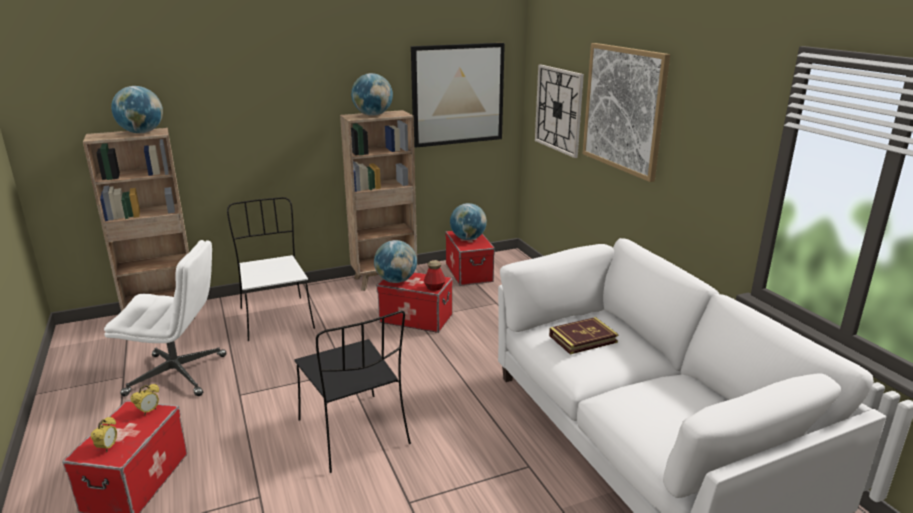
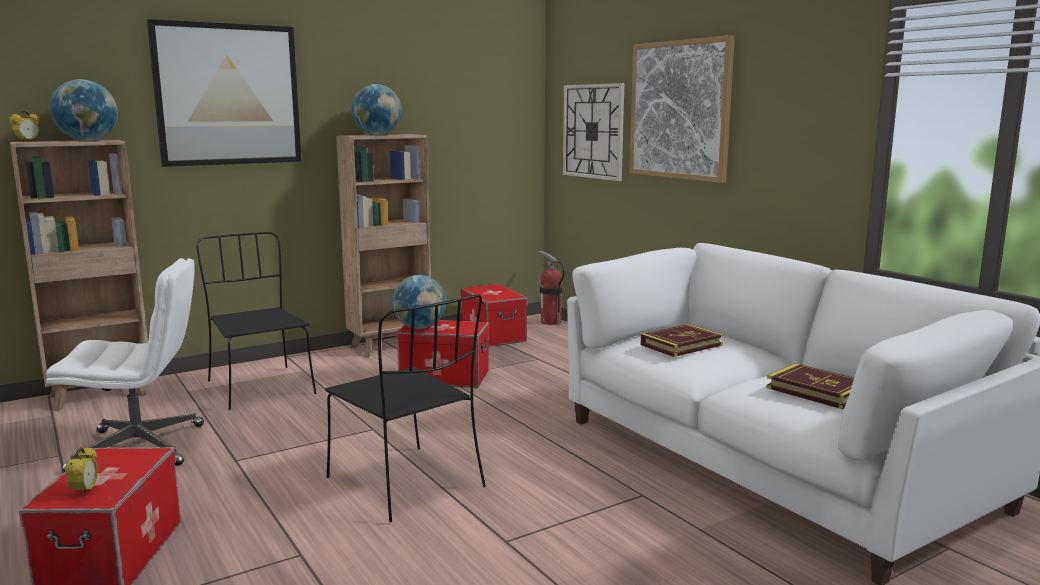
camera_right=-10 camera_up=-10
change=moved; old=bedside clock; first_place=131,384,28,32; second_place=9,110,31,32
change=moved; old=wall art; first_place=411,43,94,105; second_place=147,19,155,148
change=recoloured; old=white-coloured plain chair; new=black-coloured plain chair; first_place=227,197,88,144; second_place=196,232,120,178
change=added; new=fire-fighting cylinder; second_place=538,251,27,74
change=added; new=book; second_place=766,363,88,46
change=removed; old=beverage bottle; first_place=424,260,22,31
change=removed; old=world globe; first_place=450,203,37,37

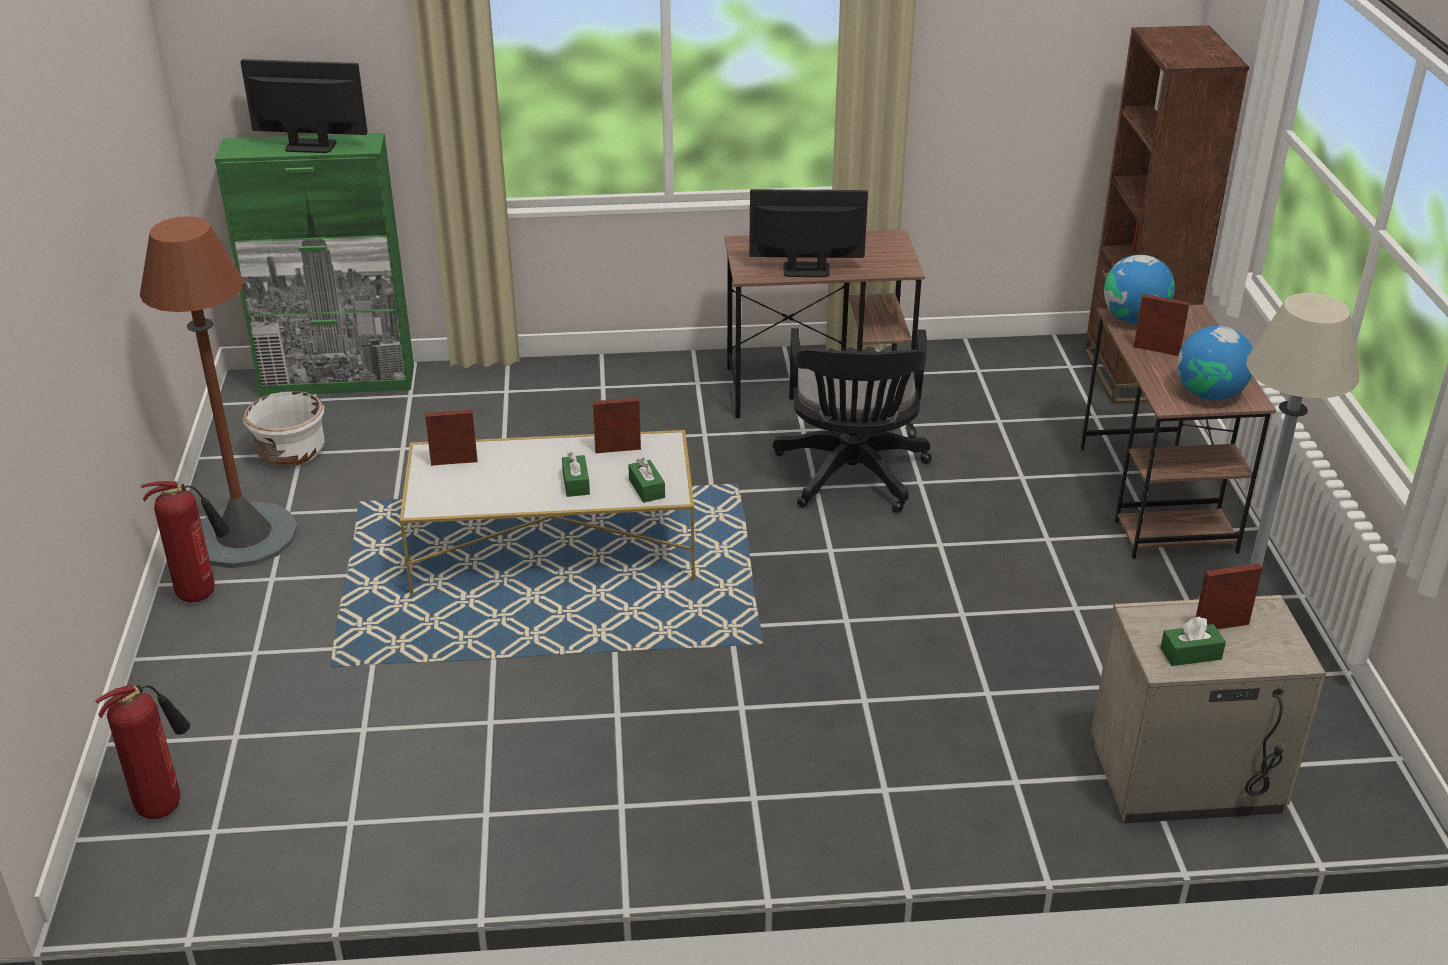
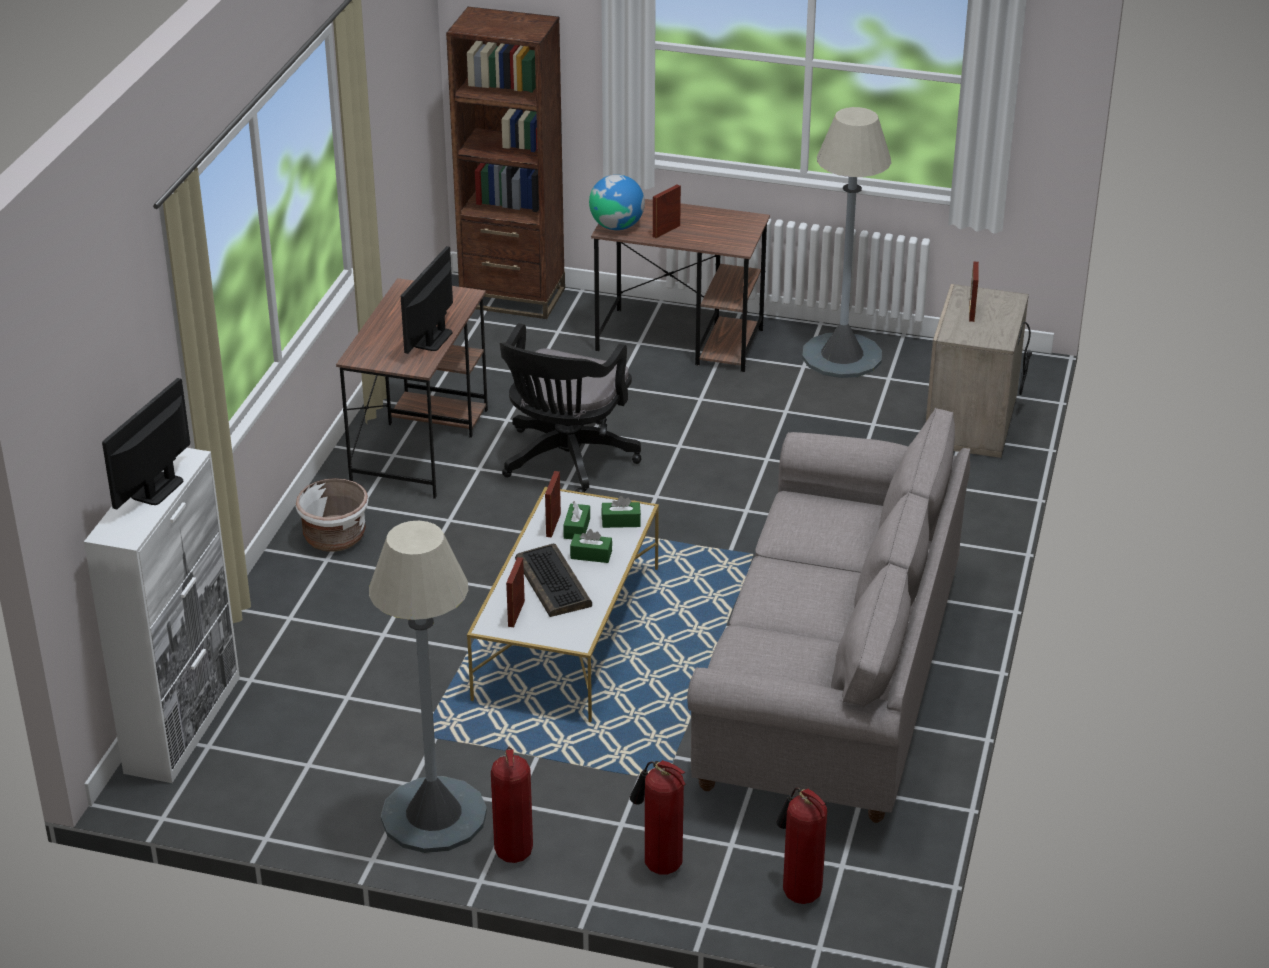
camera_right=-70 camera_up=0
change=recoloured; old=green cabinet; new=white-coloured cabinet; first_place=215,133,199,264; second_place=84,448,156,335
change=moved; old=white-coloured planter; first_place=243,391,81,76; second_place=295,478,74,74
change=recoloured; old=brown floor lamp; new=gray floor lamp; first_place=140,216,157,352; second_place=369,521,118,332
change=turned; old=black-coloured desk chair; first_place=773,328,159,185; second_place=500,323,142,170; degrees=90
change=added; new=keyboard; second_place=515,544,77,73
change=moved; old=green tissue holder; first_place=1160,617,66,49; second_place=563,501,27,38
change=added; new=fire-fighting cylinder; second_place=630,760,55,114
change=added; new=gray couch; second_place=687,408,283,415
change=removed; old=world globe; first_place=1177,326,76,74

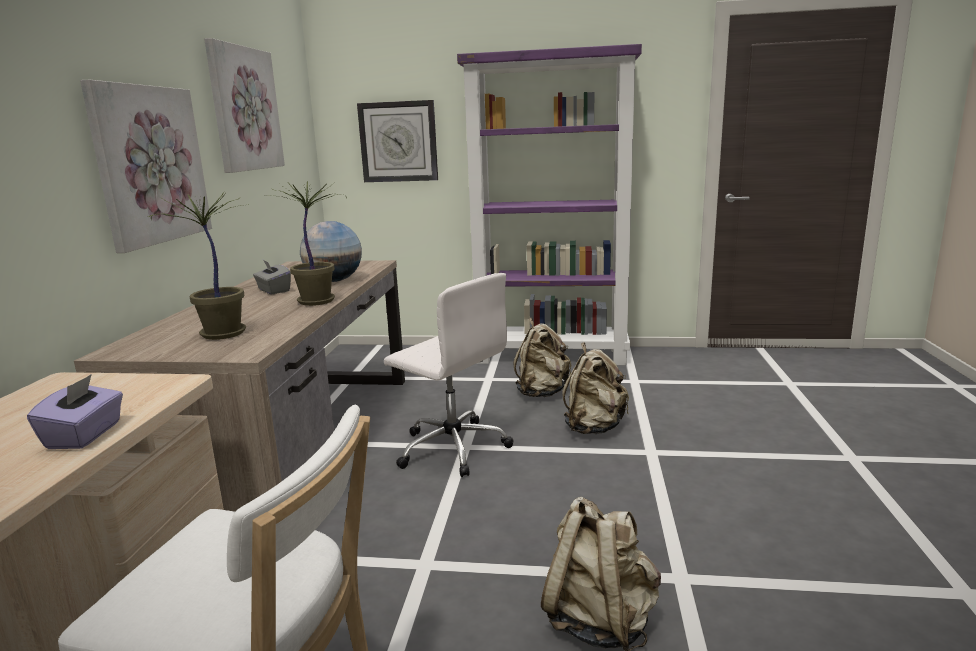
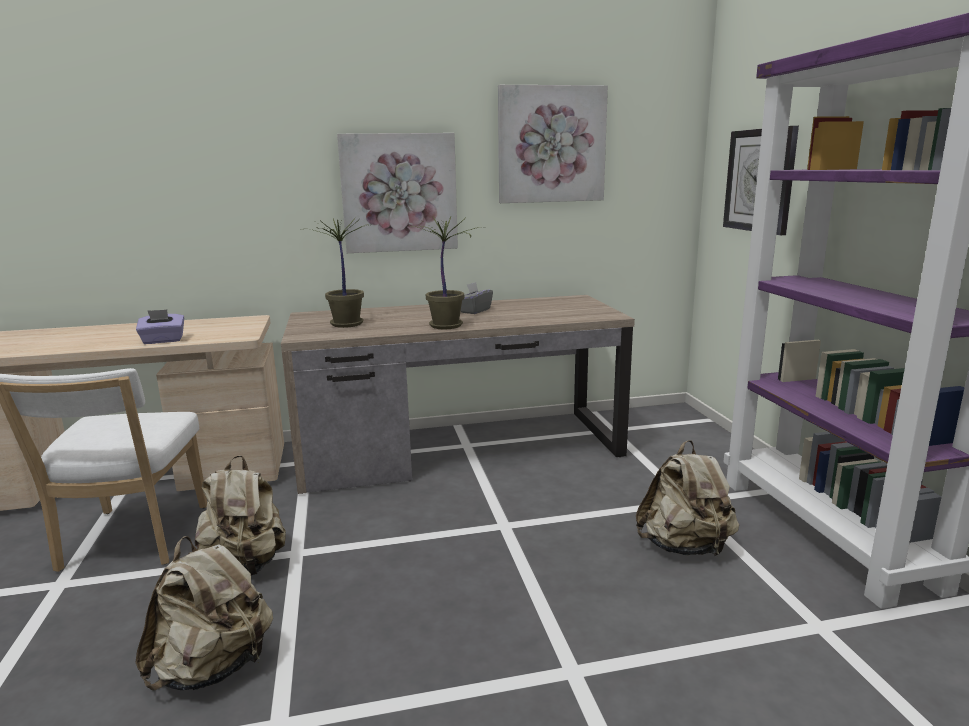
camera_right=70 camera_up=0
change=moved; old=beige-coloured knapsack; first_place=562,342,67,92; second_place=194,455,92,121
change=removed; old=world globe; first_place=300,221,62,61
change=removed; old=white-coloured desk chair; first_place=384,273,129,204

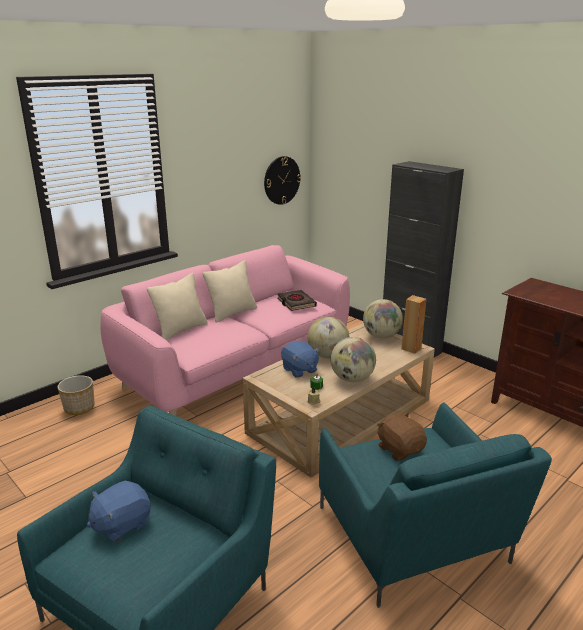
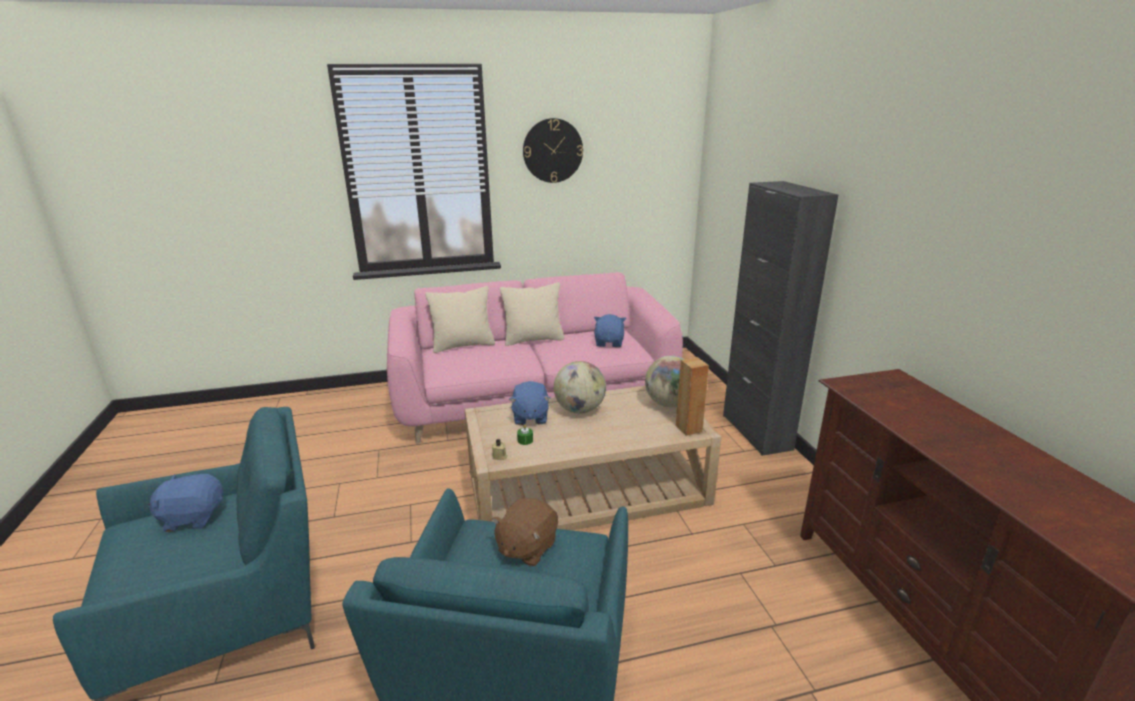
camera_right=30 camera_up=0
change=turned; old=brown plush toy; first_place=377,413,50,48; second_place=492,498,66,68; degrees=-150
change=moved; old=clock on the wall; first_place=264,156,37,49; second_place=523,118,60,65
change=replaced; old=black-coloured book; new=bluish plush toy; first_place=277,290,40,21; second_place=594,314,32,33
change=removed; old=planter; first_place=58,375,37,40
change=removed; old=world globe; first_place=331,337,45,45

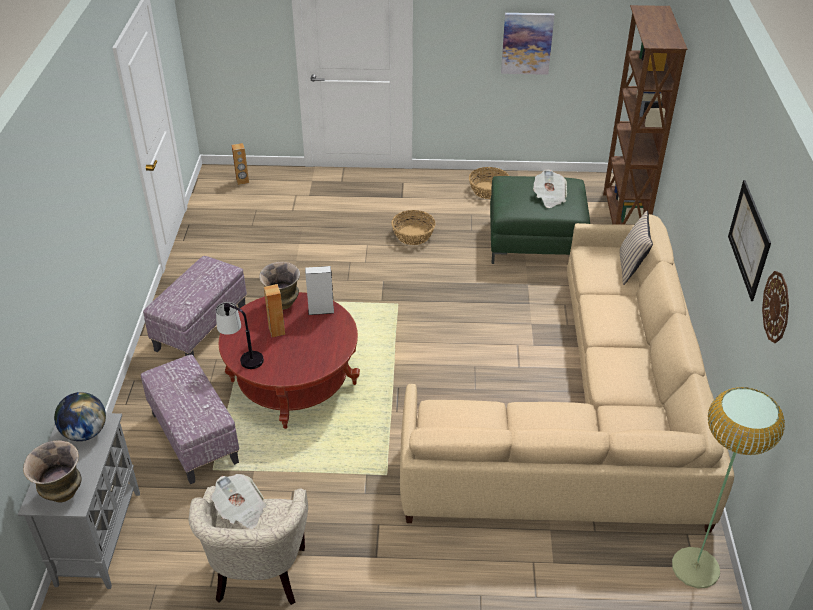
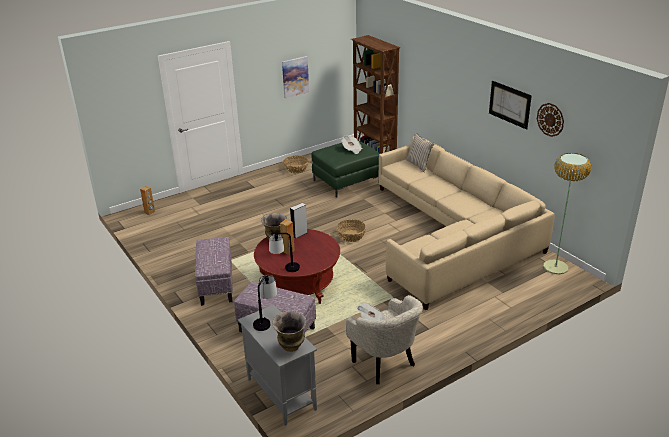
camera_right=-35 camera_up=-10
change=replaced; old=world globe; new=table lamp; first_place=54,392,52,49; second_place=253,275,24,56
change=moved; old=household basket; first_place=391,210,45,35; second_place=336,219,30,23

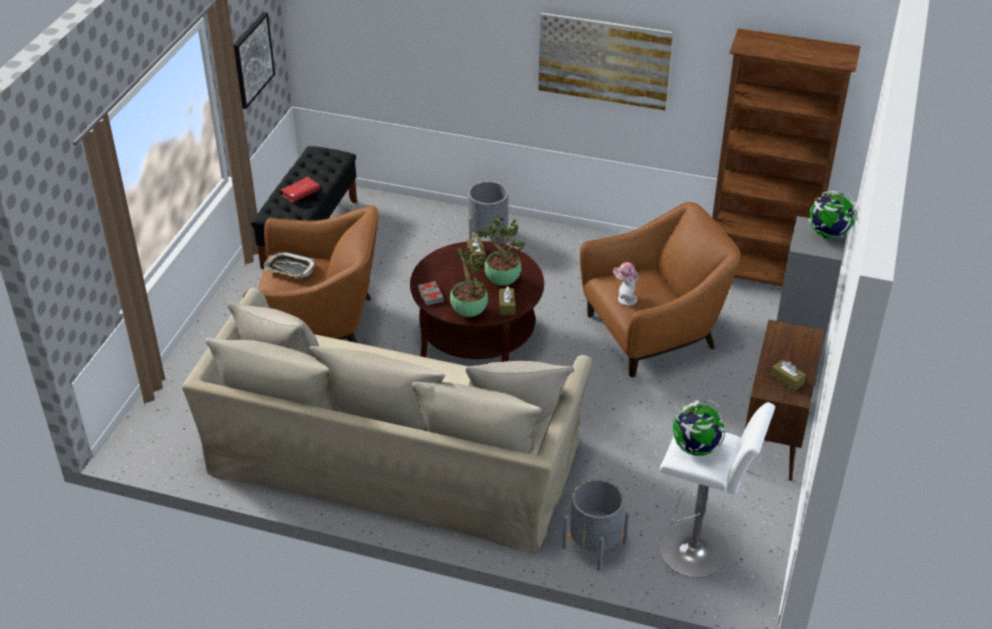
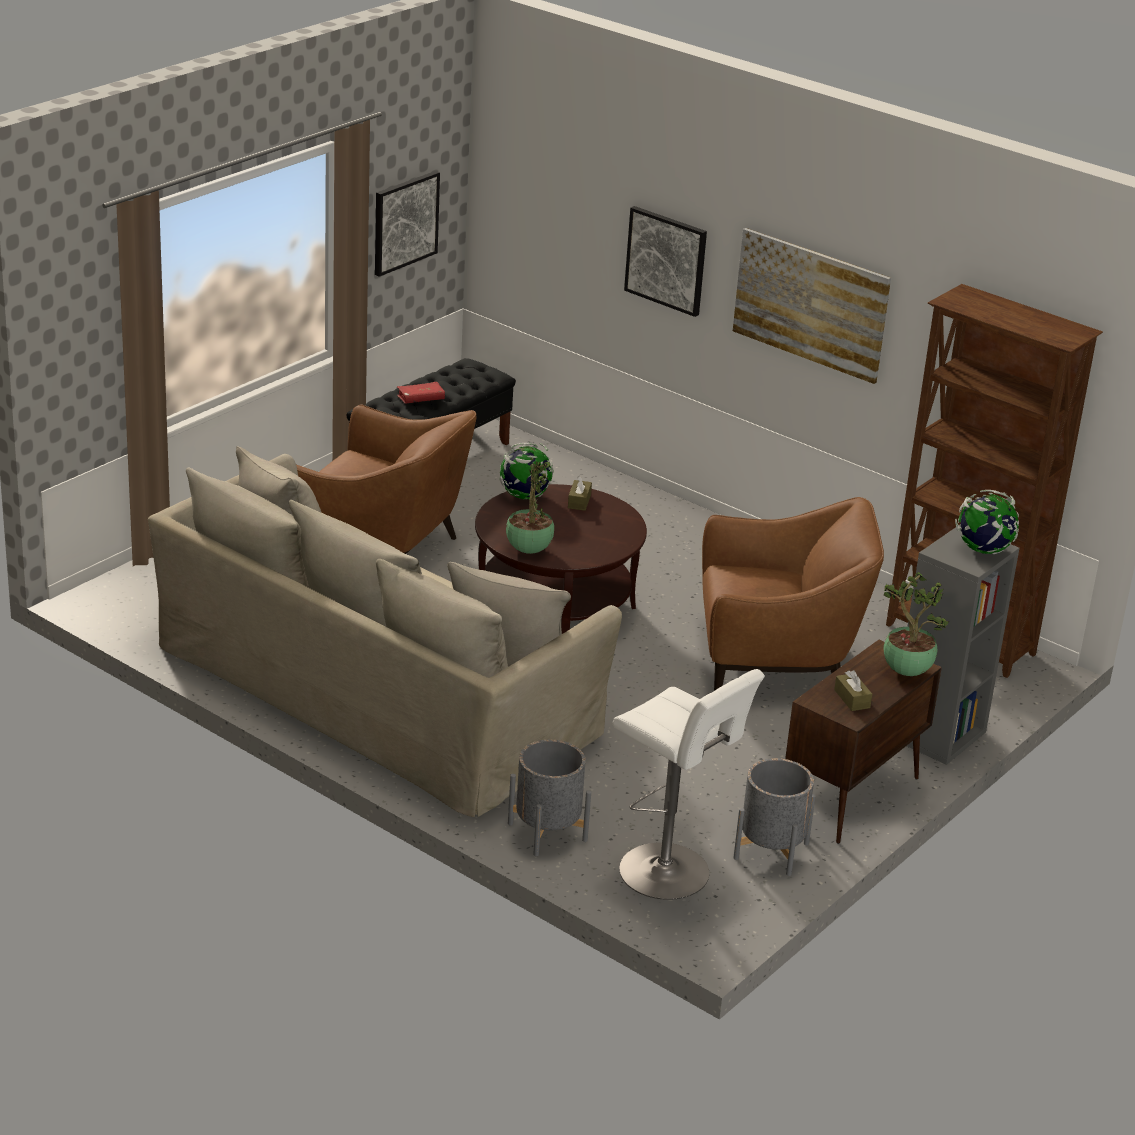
camera_right=20 camera_up=-10
change=moved; old=world globe; first_place=673,400,53,56; second_place=499,442,55,57
change=added; new=wall art; second_place=624,206,83,111
change=moved; old=gray planter; first_place=468,181,40,63; second_place=733,758,82,118
change=moved; old=potted plant; first_place=477,215,49,71; second_place=884,572,65,104
change=removed; old=tray; first_place=264,252,51,26
change=removed; old=gray book; first_place=418,281,26,24
change=removed; old=brown tissue holder; first_place=499,286,16,29
change=removed; old=clothing hat; first_place=613,262,26,44

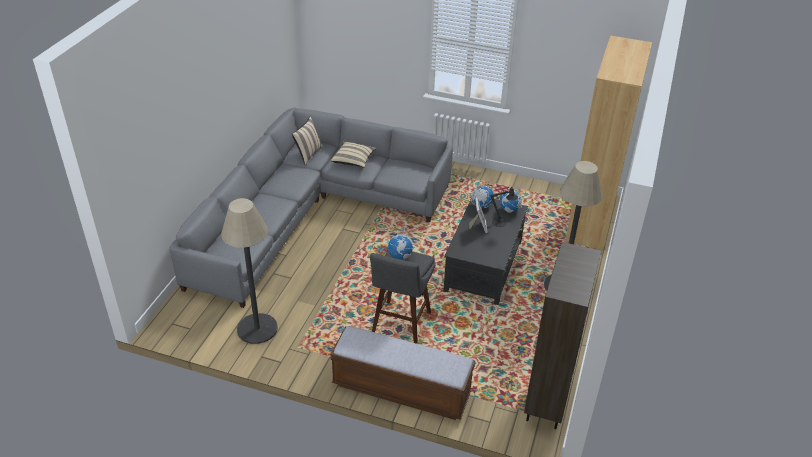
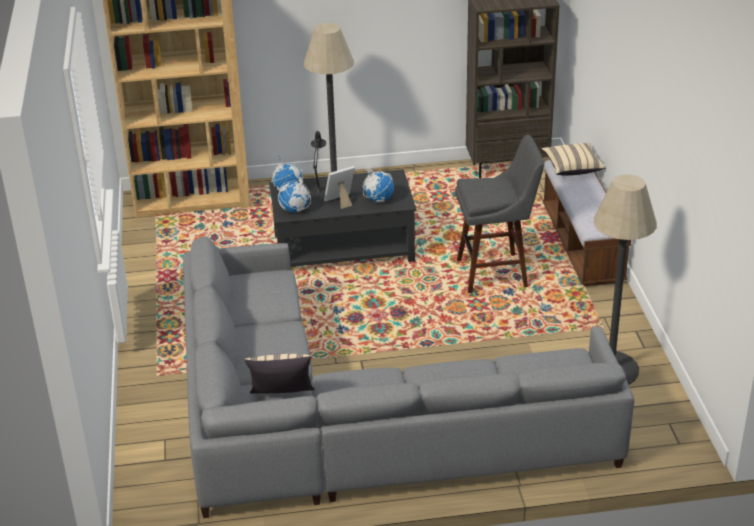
camera_right=-115 camera_up=-5
change=moved; old=world globe; first_place=387,227,28,32; second_place=363,168,31,34
change=moved; old=beige-coloured cushion; first_place=331,141,45,27; second_place=541,143,64,33

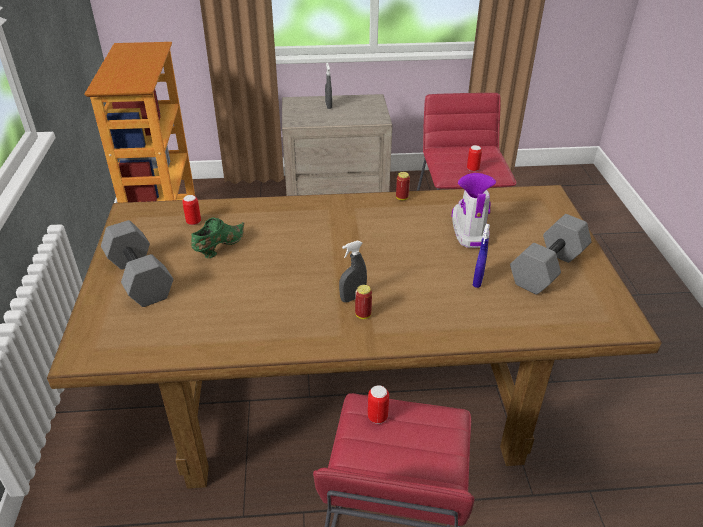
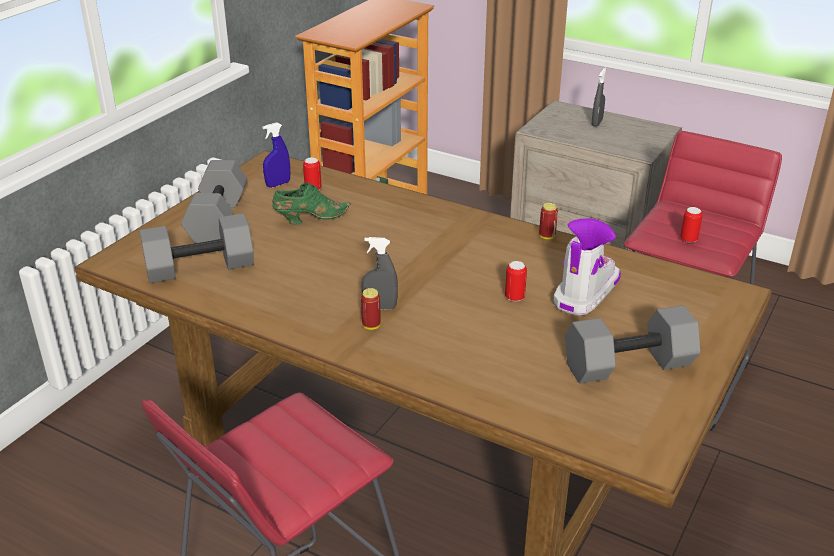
camera_right=35 camera_up=-5
change=added; new=gray hand weight; second_place=139,213,114,70
change=moved; old=bluish sprayer; first_place=473,224,17,64; second_place=262,122,28,66
change=moved; old=metal can; first_place=368,385,21,39; second_place=505,261,22,41

